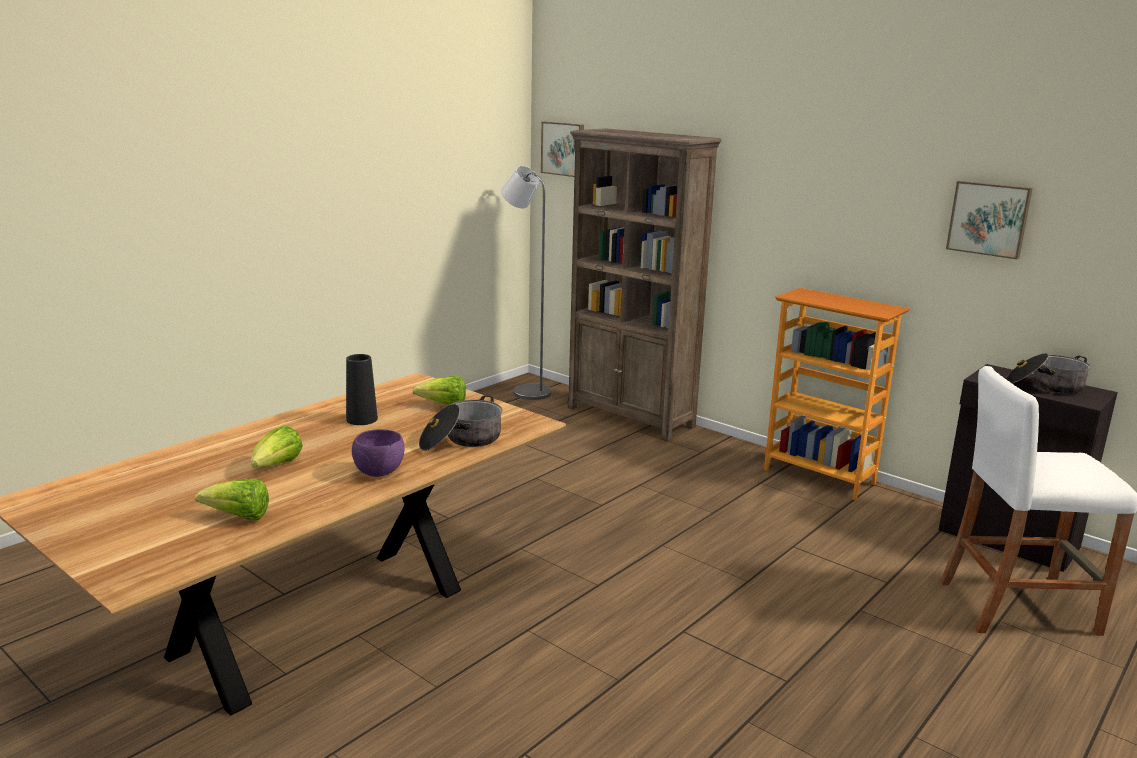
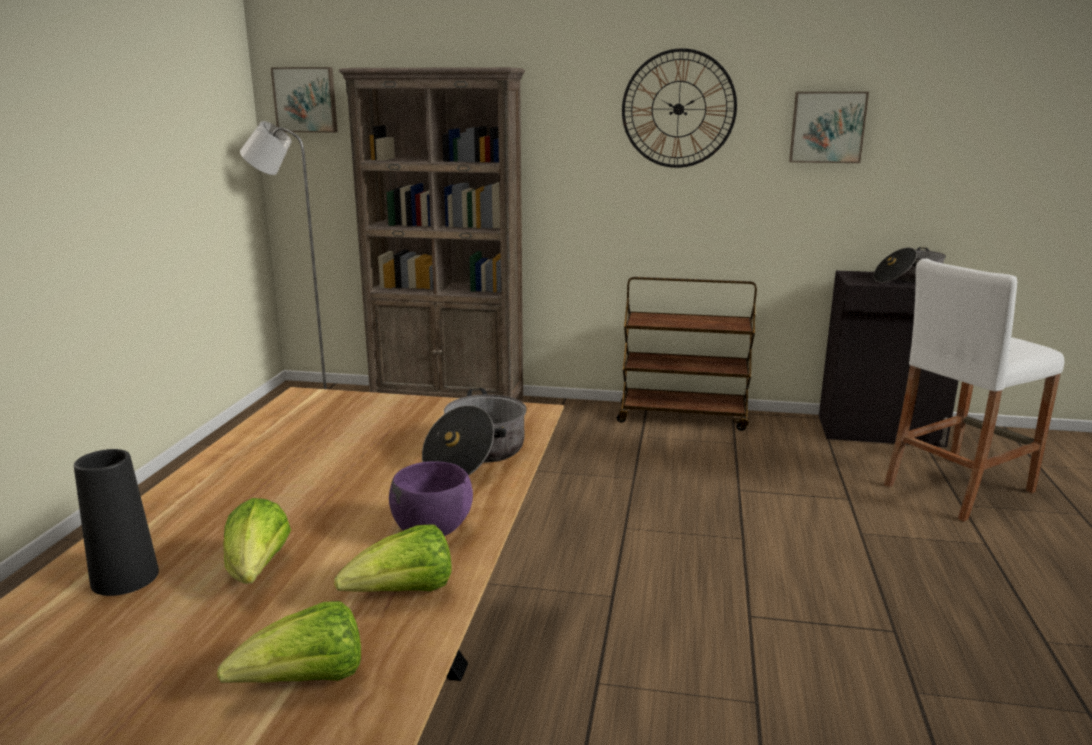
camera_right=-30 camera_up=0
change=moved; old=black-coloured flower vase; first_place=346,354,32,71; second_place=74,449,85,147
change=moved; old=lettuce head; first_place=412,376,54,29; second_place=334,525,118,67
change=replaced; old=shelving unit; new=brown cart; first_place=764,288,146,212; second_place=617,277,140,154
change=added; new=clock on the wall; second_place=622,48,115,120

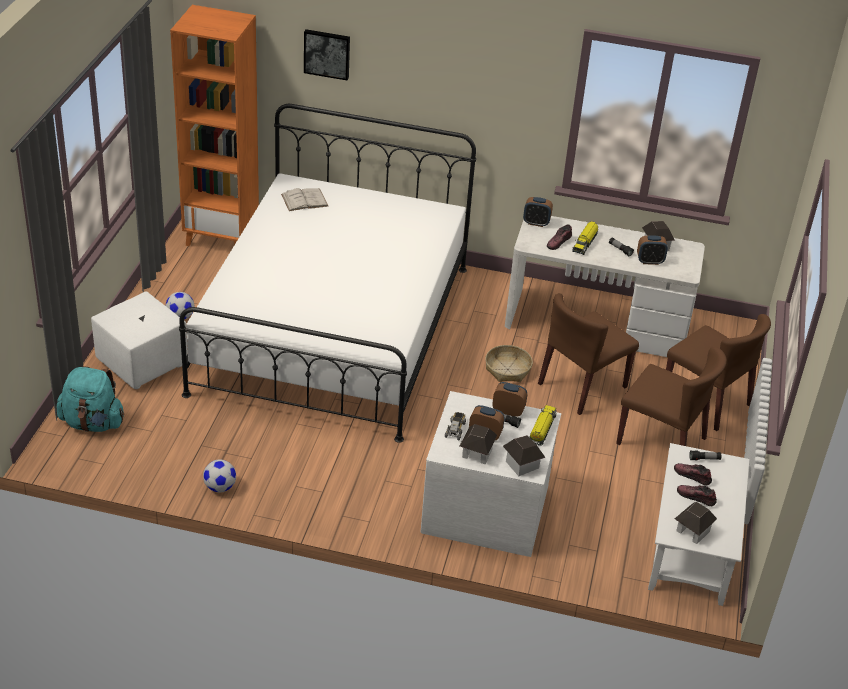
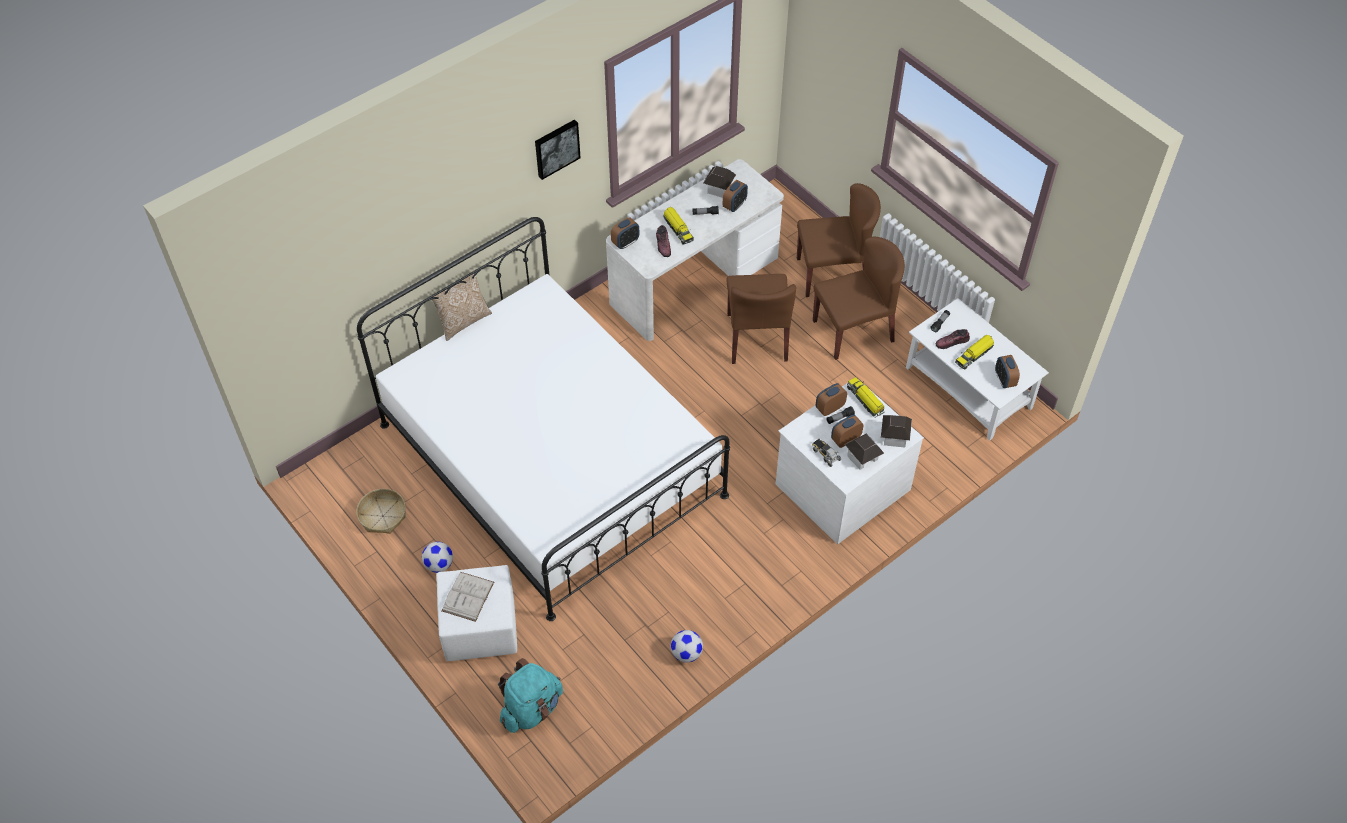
camera_right=-50 camera_up=15
change=moved; old=household basket; first_place=485,345,48,37; second_place=356,489,50,45
change=added; new=cushion; second_place=432,269,60,72
change=moved; old=white-coloured book; first_place=281,188,47,23; second_place=442,572,52,50
change=moved; old=wall art; first_place=304,29,46,51; second_place=535,119,46,61
change=replaced; old=item of footwear; new=toy lorry; first_place=677,485,40,21; second_place=955,335,39,35
change=replaced; old=miniature house; new=bedside clock; first_place=675,502,42,42; second_place=995,355,25,33
change=removed; old=orange shelving unit; first_place=170,5,89,241

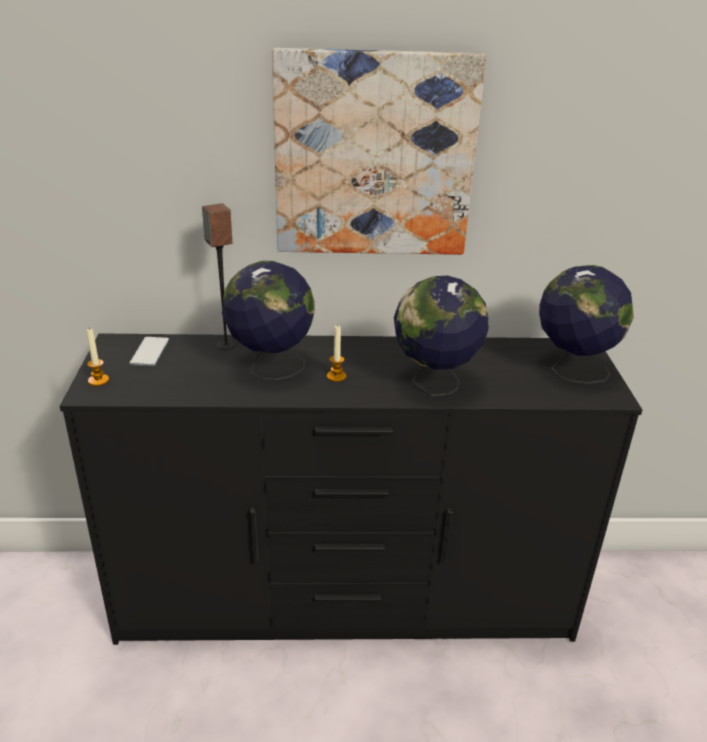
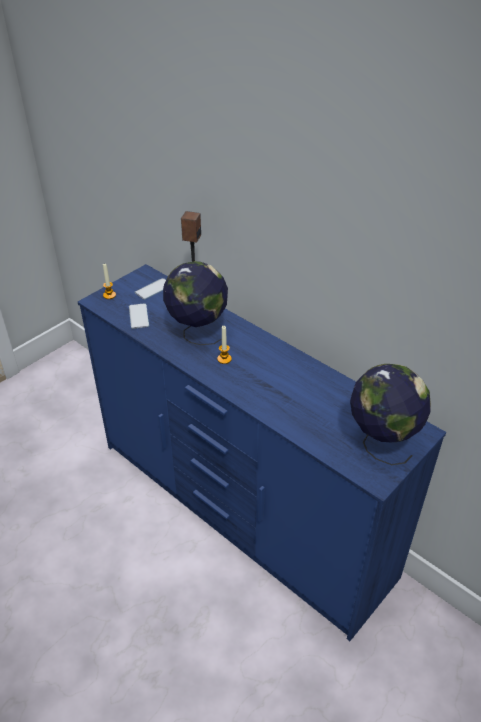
camera_right=45 camera_up=10
change=recoloured; old=black-coloured dresser; new=bluish dresser; first_place=60,333,582,312; second_place=78,264,368,377
change=added; new=handset; second_place=129,303,20,26
change=removed; old=wall art; first_place=272,48,214,207
change=removed; old=world globe; first_place=394,276,95,120

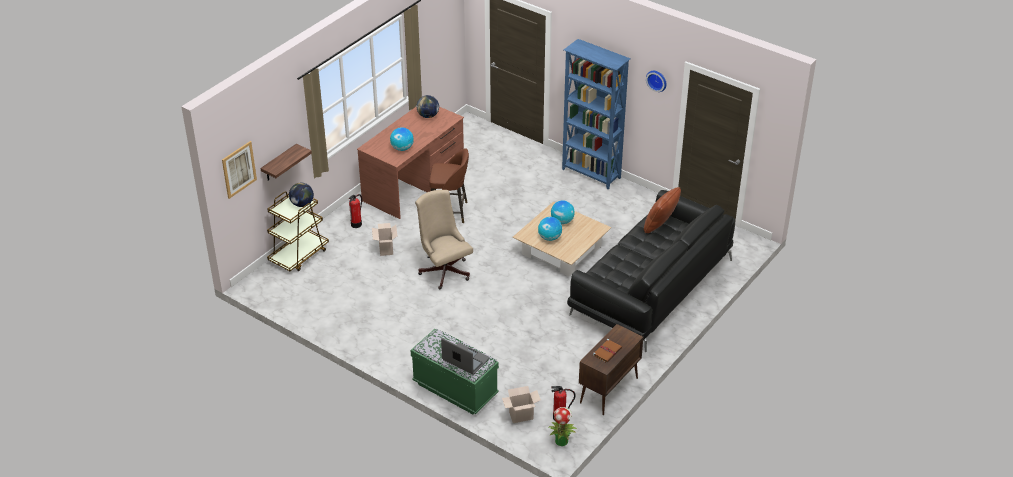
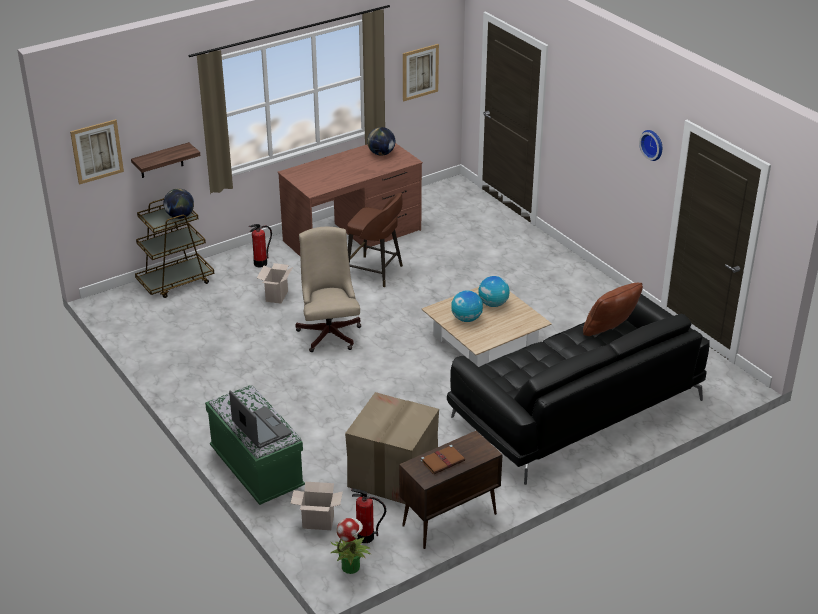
camera_right=20 camera_up=-5
change=added; new=carton; second_place=345,392,94,112
change=added; new=wall art; second_place=403,44,36,57
change=removed; old=world globe; first_place=390,127,24,24
change=removed; old=bluish shelving unit; first_place=562,39,69,150

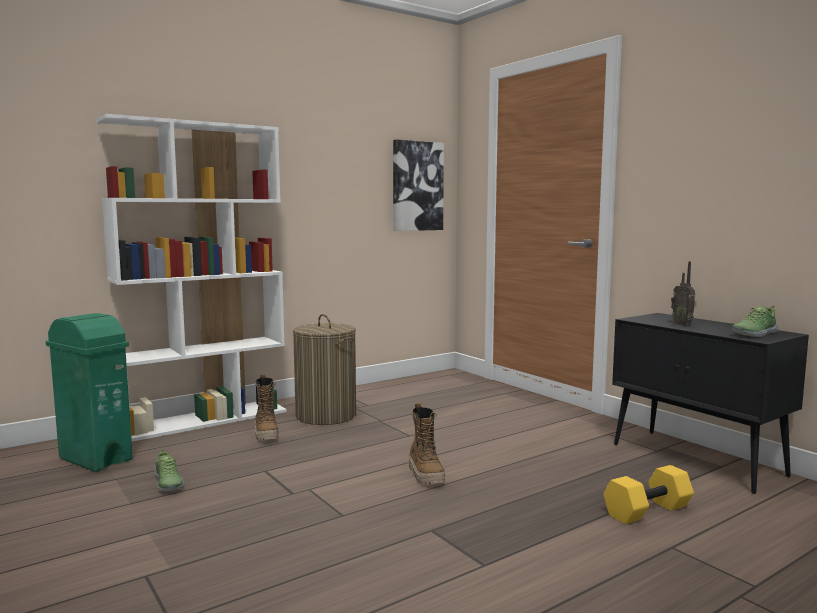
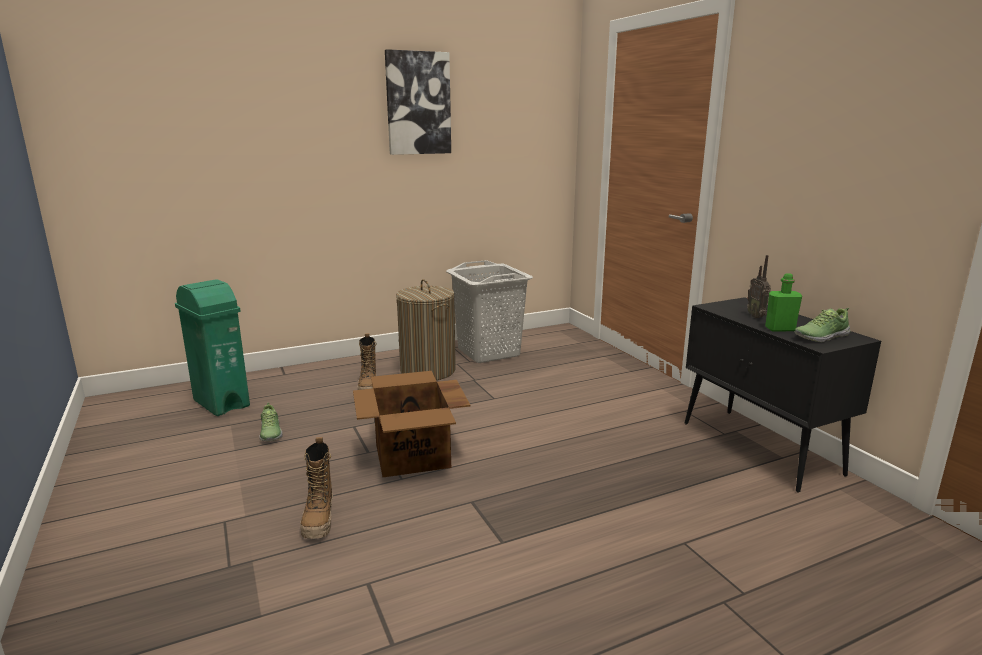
camera_right=10 camera_up=10
change=moved; old=high-top boot; first_place=409,403,36,82; second_place=300,437,33,102
change=added; new=carton; second_place=353,371,117,106
change=moved; old=wall art; first_place=393,139,51,92; second_place=385,49,66,106
change=added; new=gray hamper; second_place=446,260,87,103
change=added; new=green beverage bottle; second_place=765,273,37,58
change=removed; old=white-coloured shelving unit; first_place=96,114,191,328
change=removed; old=yellowish hand weight; first_place=603,465,91,59

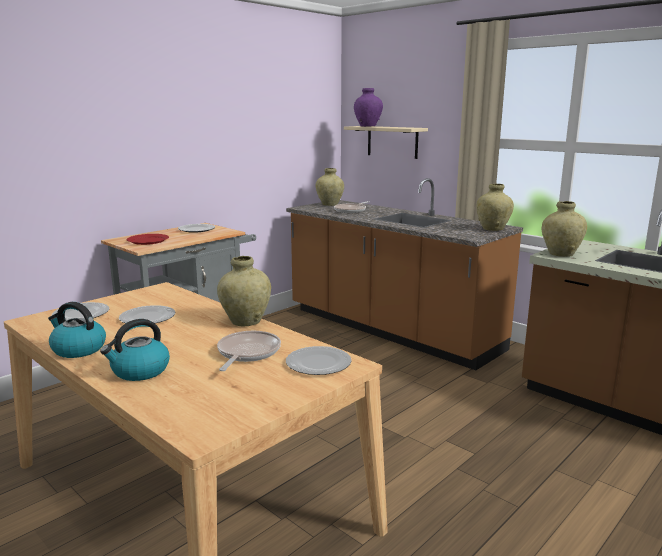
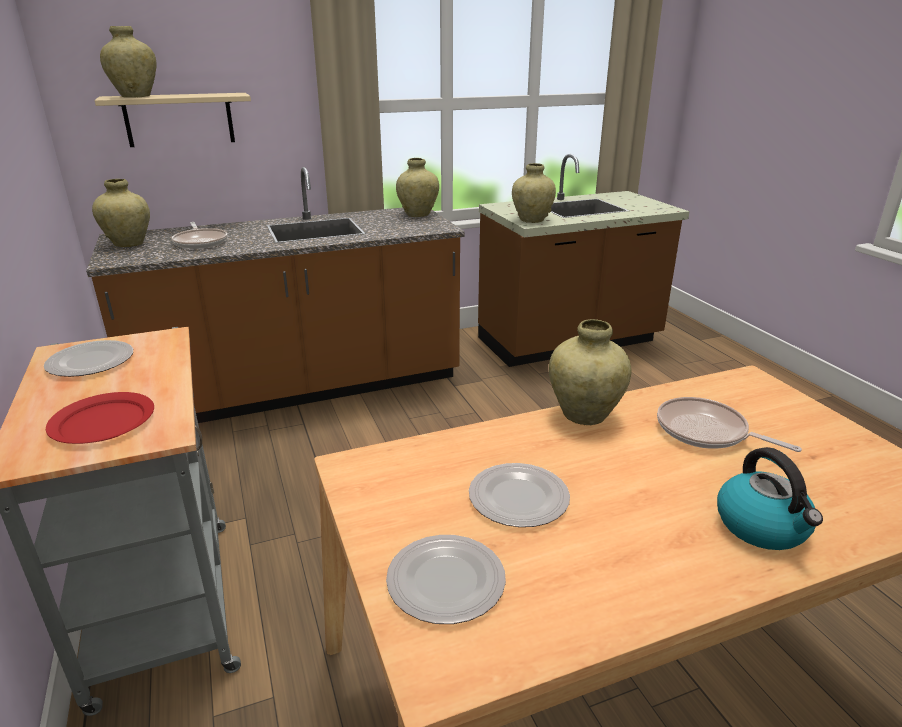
camera_right=-65 camera_up=10
change=recoloured; old=purplish flower vase; new=beige-coloured flower vase; first_place=354,88,29,39; second_place=100,26,57,72
change=removed; old=water kettle; first_place=48,302,58,56
change=removed; old=plate; first_place=286,346,66,29

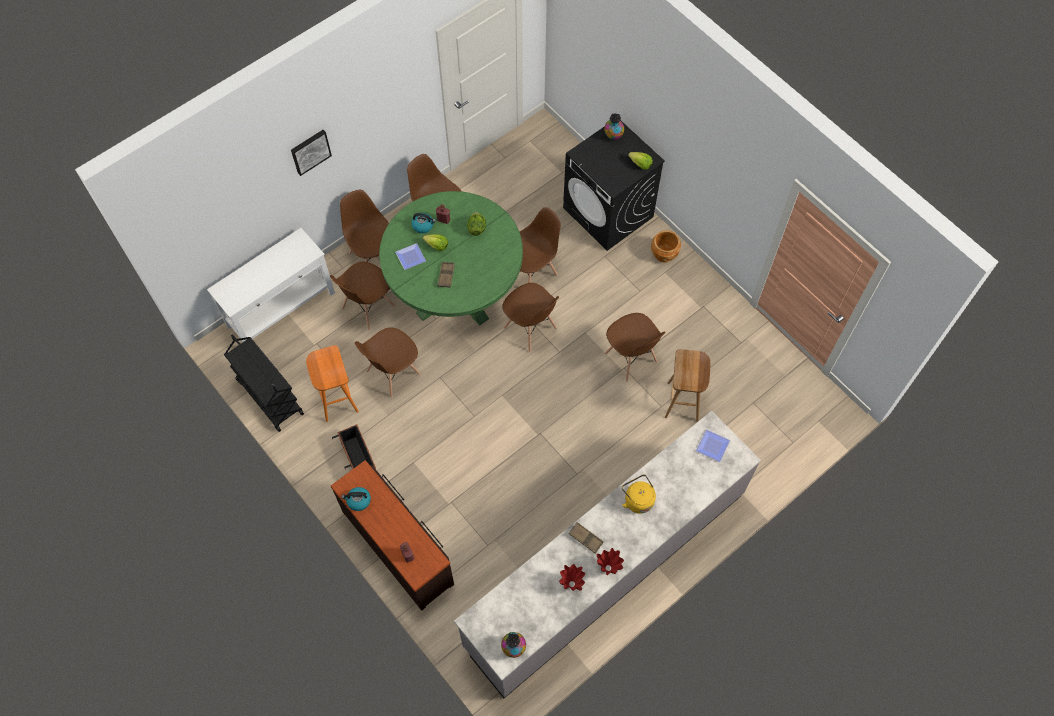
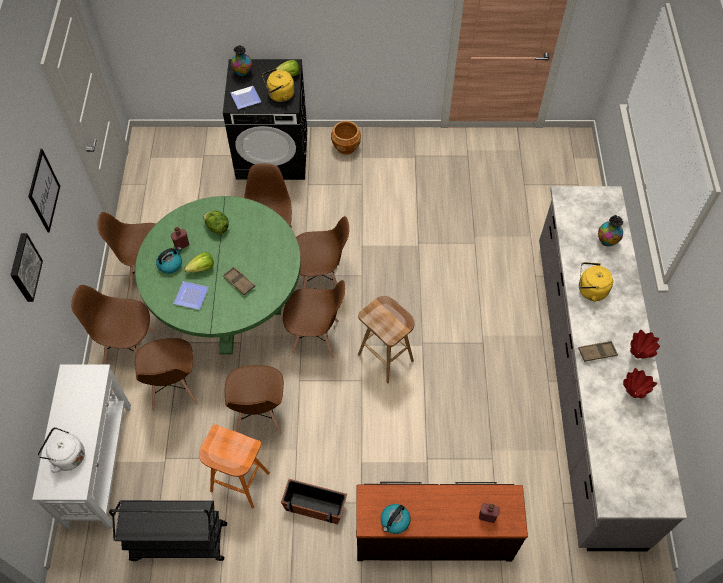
camera_right=-50 camera_up=-5
change=added; new=wall art; second_place=28,149,32,84
change=added; new=white-coloured water kettle; second_place=37,427,48,46
change=moved; old=plate; first_place=696,430,34,32; second_place=230,86,31,23
change=added; new=yellowish water kettle; second_place=262,68,33,34
change=moved; old=brown plain chair; first_place=605,313,60,69; second_place=283,280,62,79
change=moved; old=brown stool seat; first_place=665,349,45,73; second_place=358,296,57,87
change=moved; old=flower vase; first_place=501,632,25,26; second_place=598,215,25,31

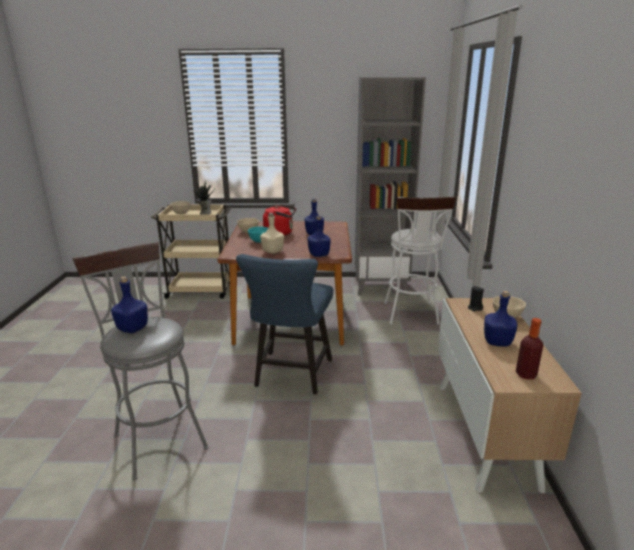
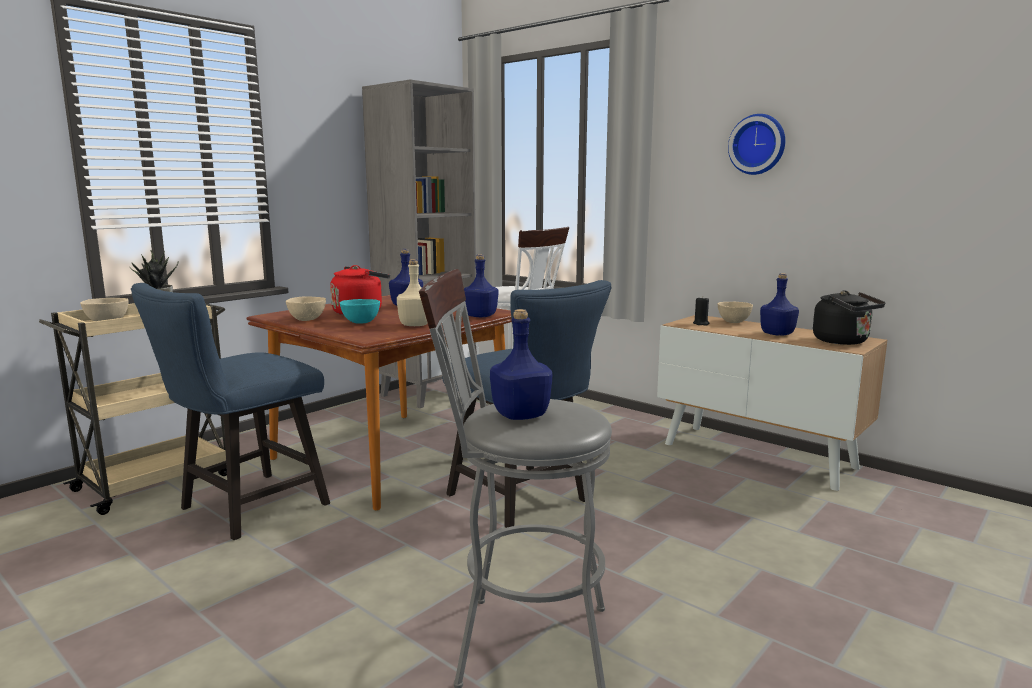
camera_right=-50 camera_up=-10
change=added; new=bluish plain chair; second_place=131,283,199,257
change=added; new=clock on the wall; second_place=728,114,57,61
change=replaced; old=beverage bottle; new=black-coloured water kettle; first_place=516,318,27,61; second_place=813,290,72,55

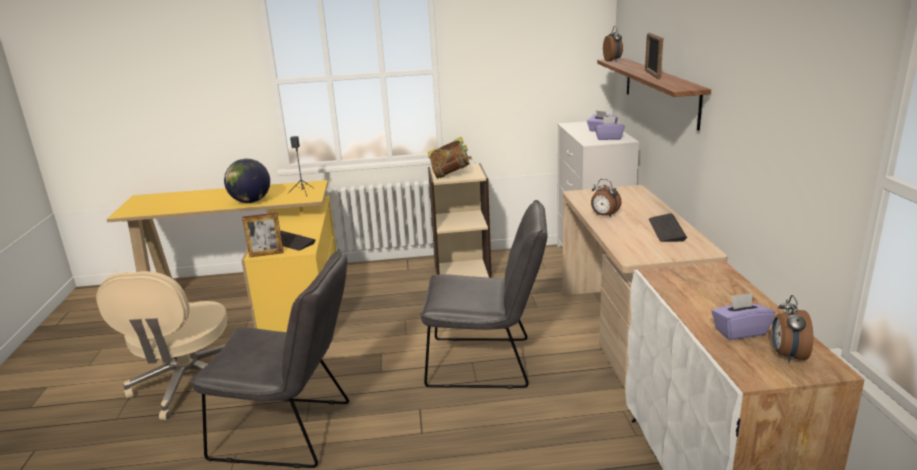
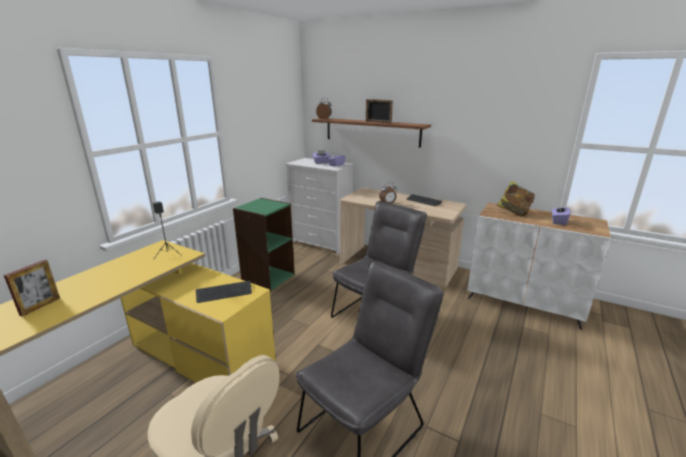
camera_right=-55 camera_up=0
change=moved; old=photo frame; first_place=242,213,42,44; second_place=4,260,56,57
change=recoloured; old=beige-coloured shelving unit; new=green shelving unit; first_place=428,163,64,115; second_place=233,198,62,93
change=moved; old=book; first_place=428,137,44,42; second_place=497,181,38,36
change=removed; old=world globe; first_place=224,159,46,44
change=removed; old=bedside clock; first_place=772,295,41,68

